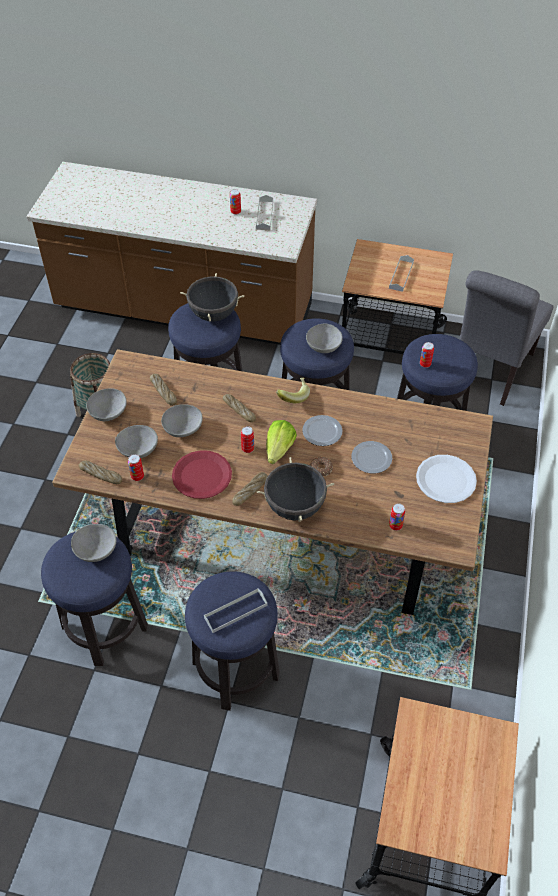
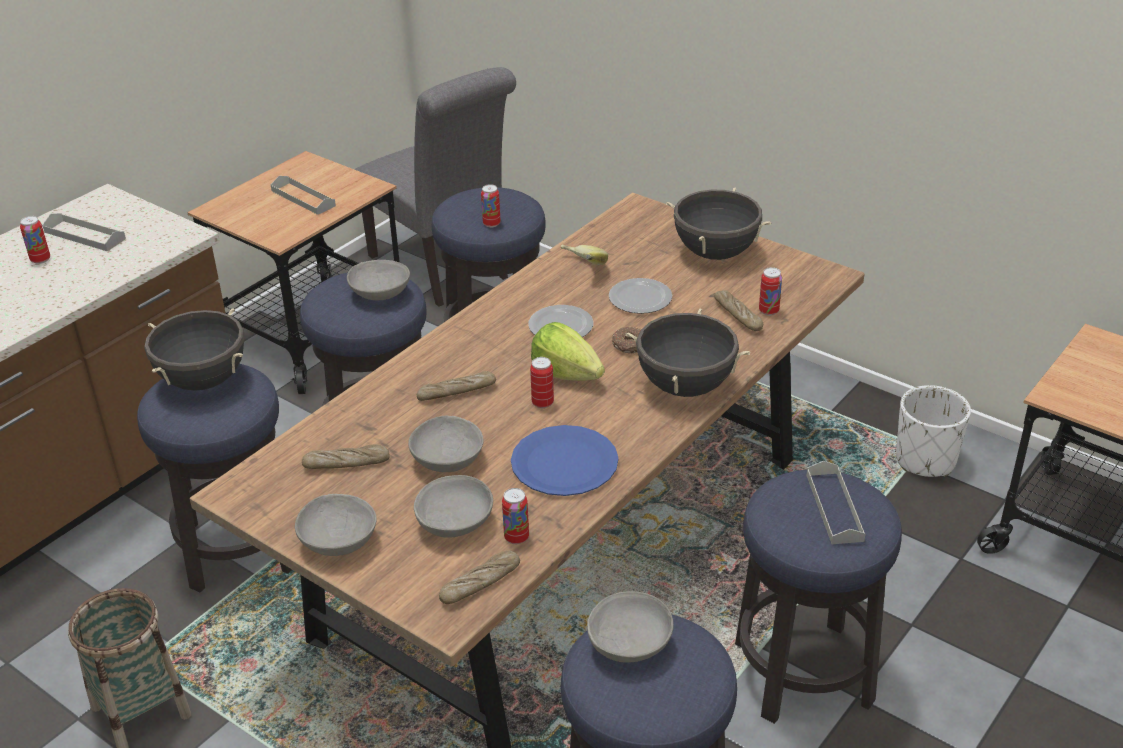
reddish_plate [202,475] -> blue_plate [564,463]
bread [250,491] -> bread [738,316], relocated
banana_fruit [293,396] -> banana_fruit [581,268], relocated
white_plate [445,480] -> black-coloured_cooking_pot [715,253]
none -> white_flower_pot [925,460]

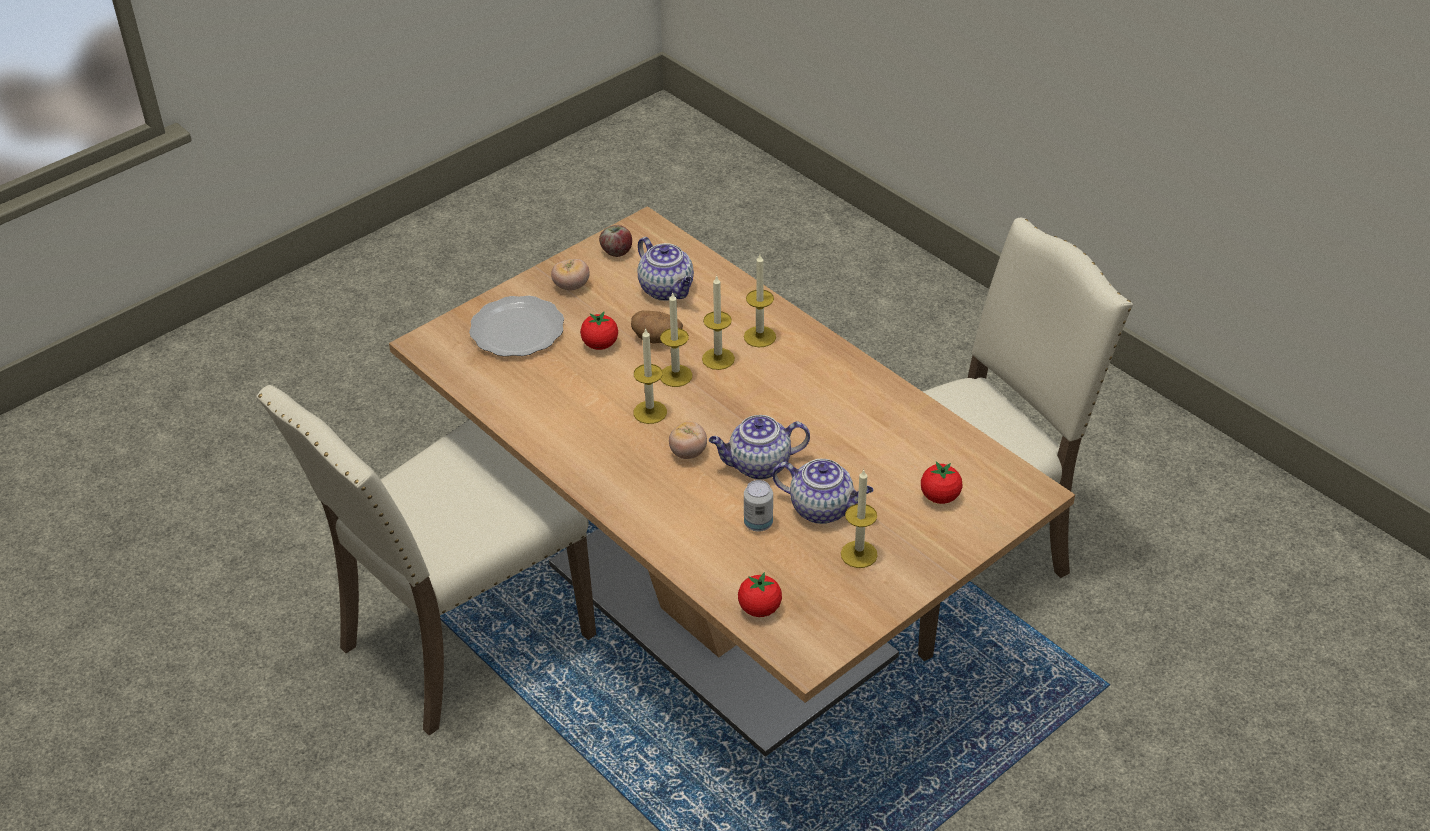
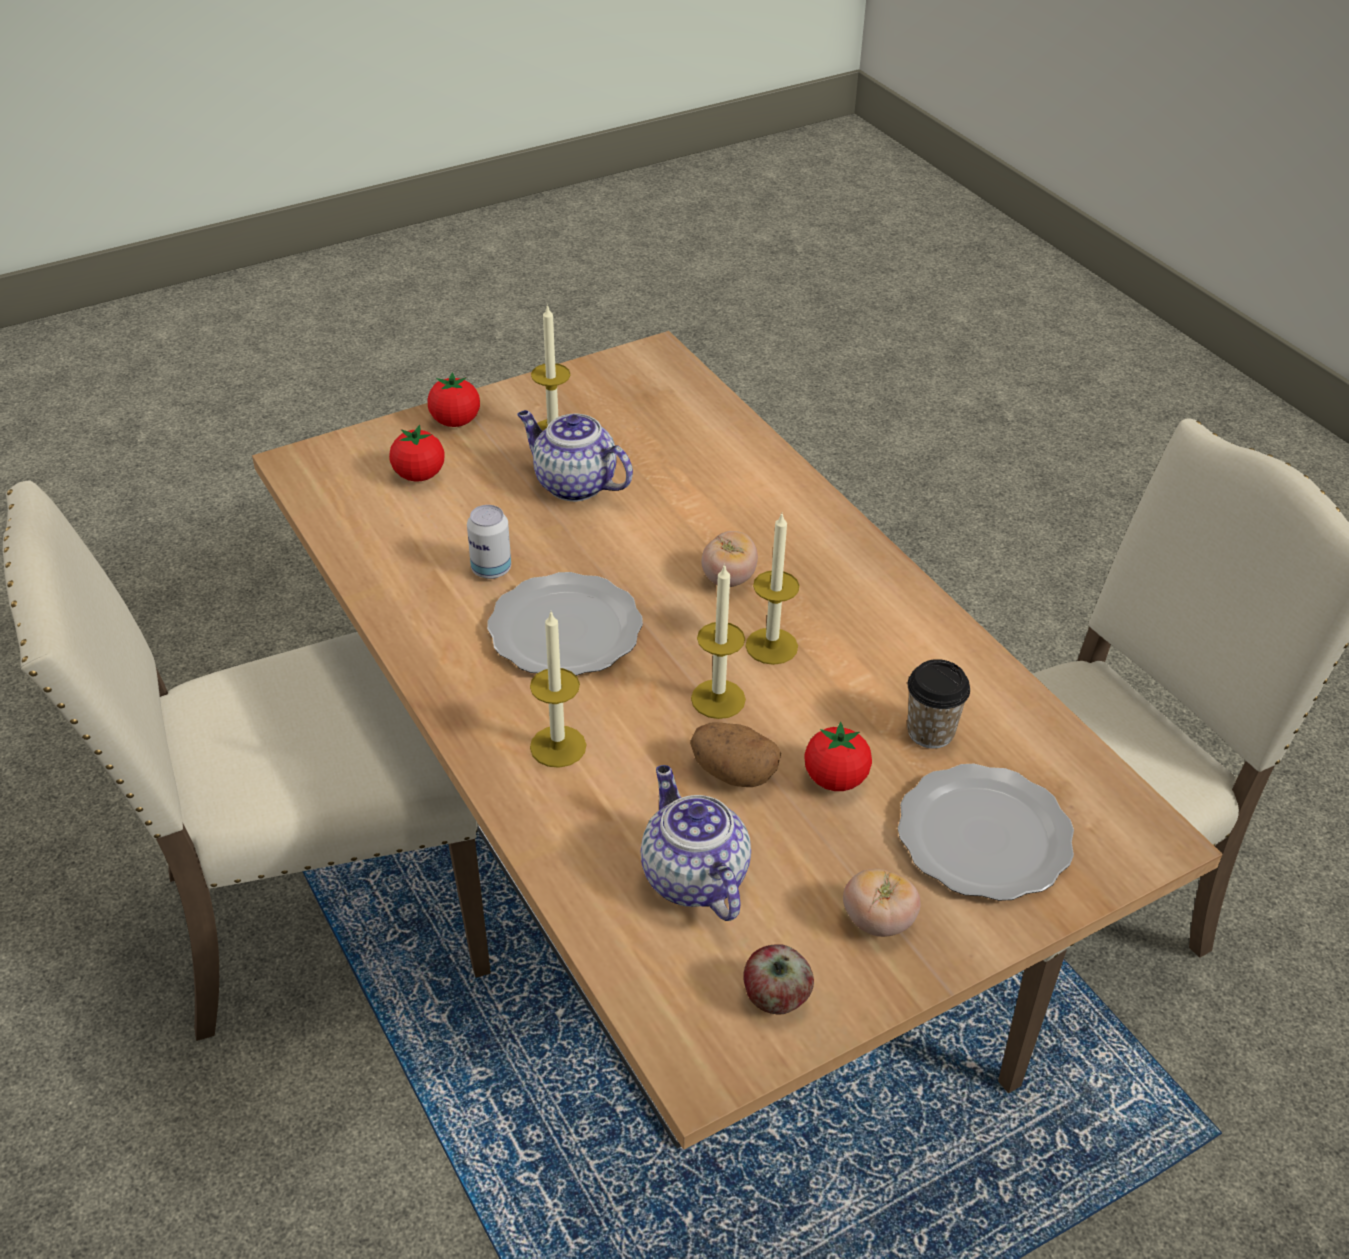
wax_light [718,359] -> none
tea_pot [758,466] -> none
fresh_tomato [759,609] -> fresh_tomato [455,421], relocated
can [758,523] -> can [491,569], relocated
none -> plate [567,629]
none -> small_cup [930,732]

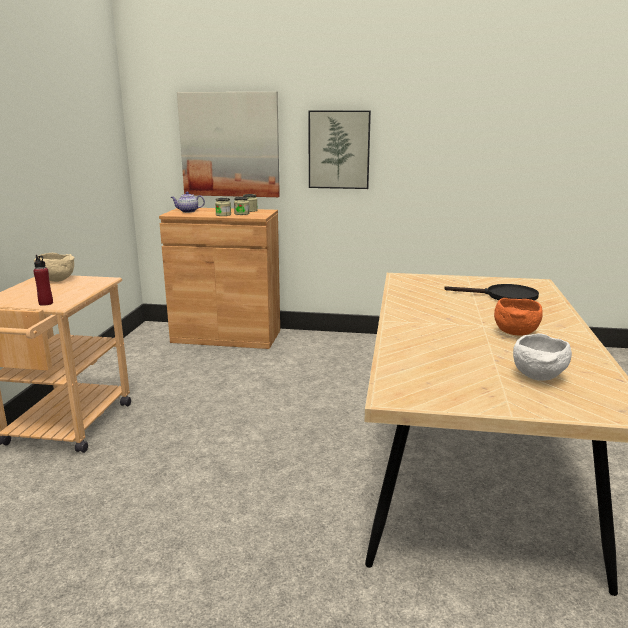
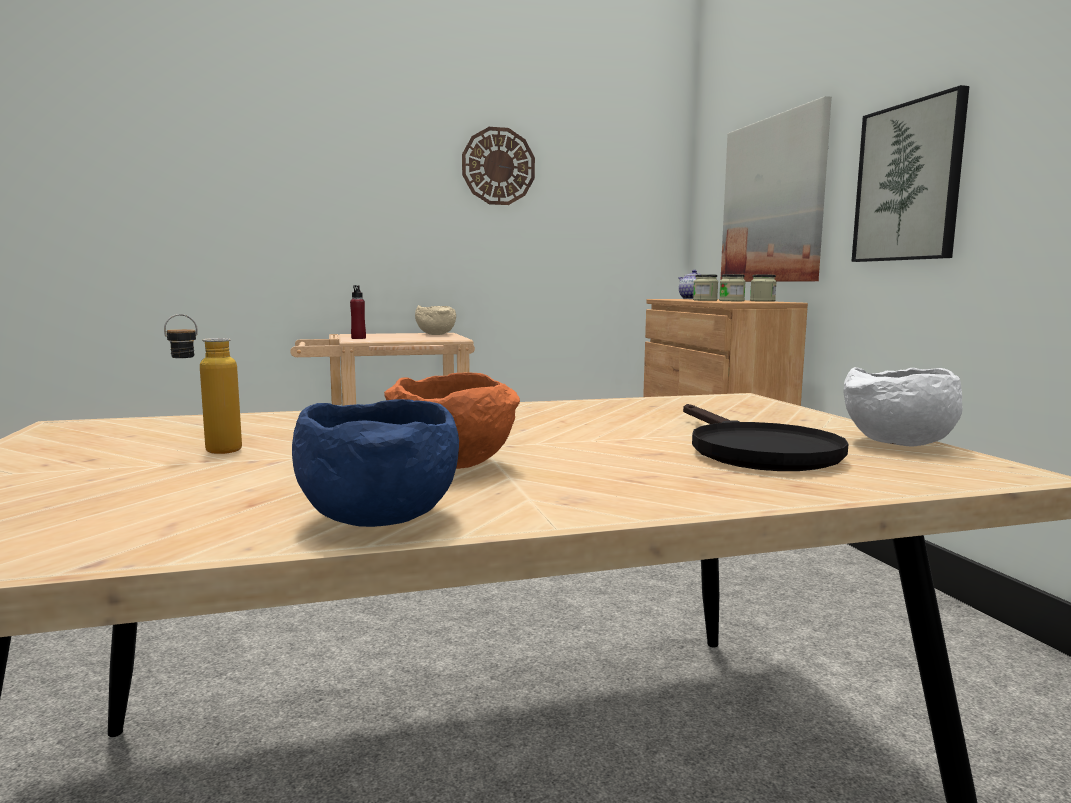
white_deep_dish [539,377] -> white_deep_dish [896,444], relocated
none -> beverage_bottle [208,452]
none -> blue_deep_dish [379,519]
none -> hanging_clock [498,166]

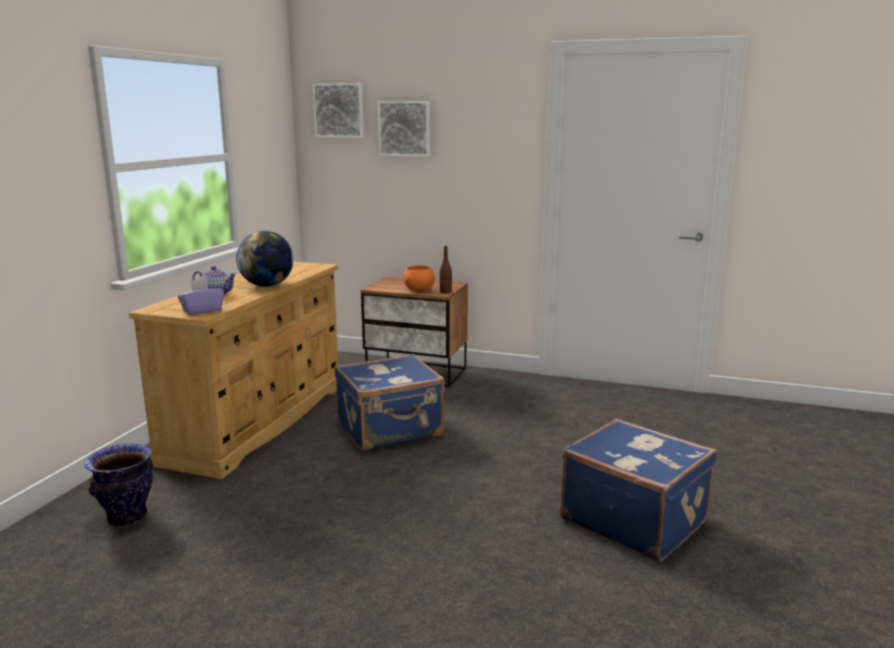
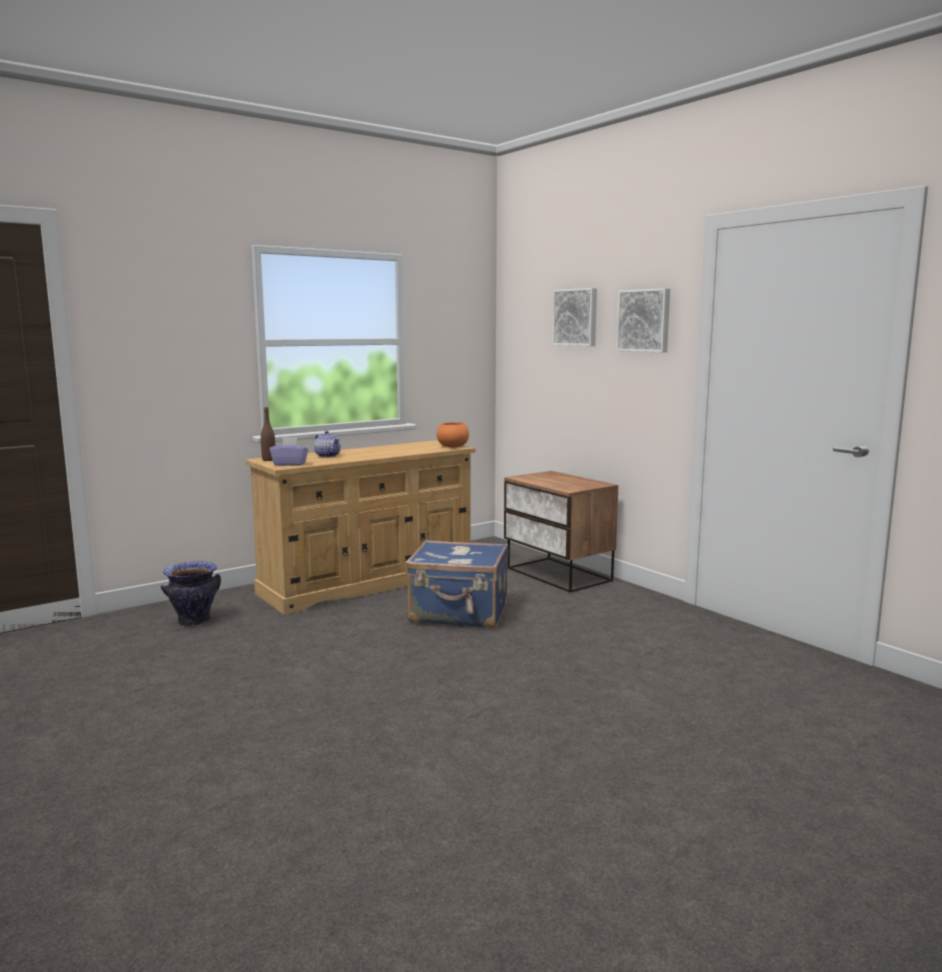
desk_globe [267,285] -> none
picture [339,110] -> picture [644,320], relocated
orangey_deep_dish [418,290] -> orangey_deep_dish [453,446], relocated
brownish_beverage_bottle [445,292] -> brownish_beverage_bottle [268,460], relocated
blue_travel_case [634,519] -> none

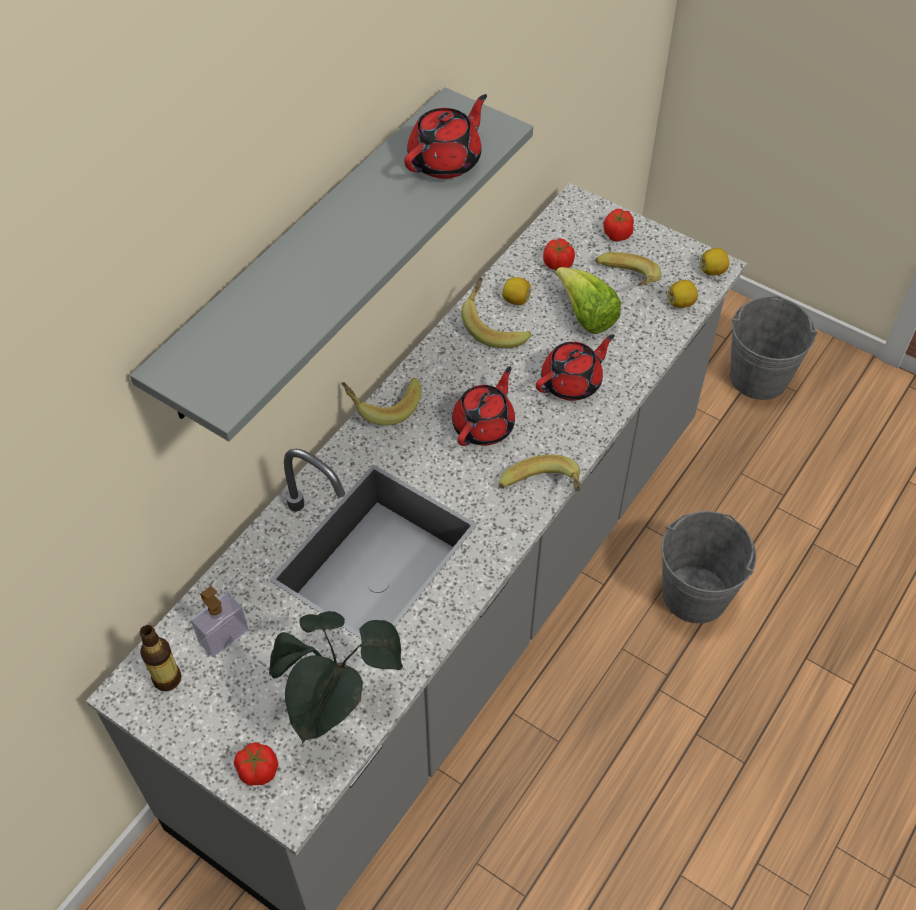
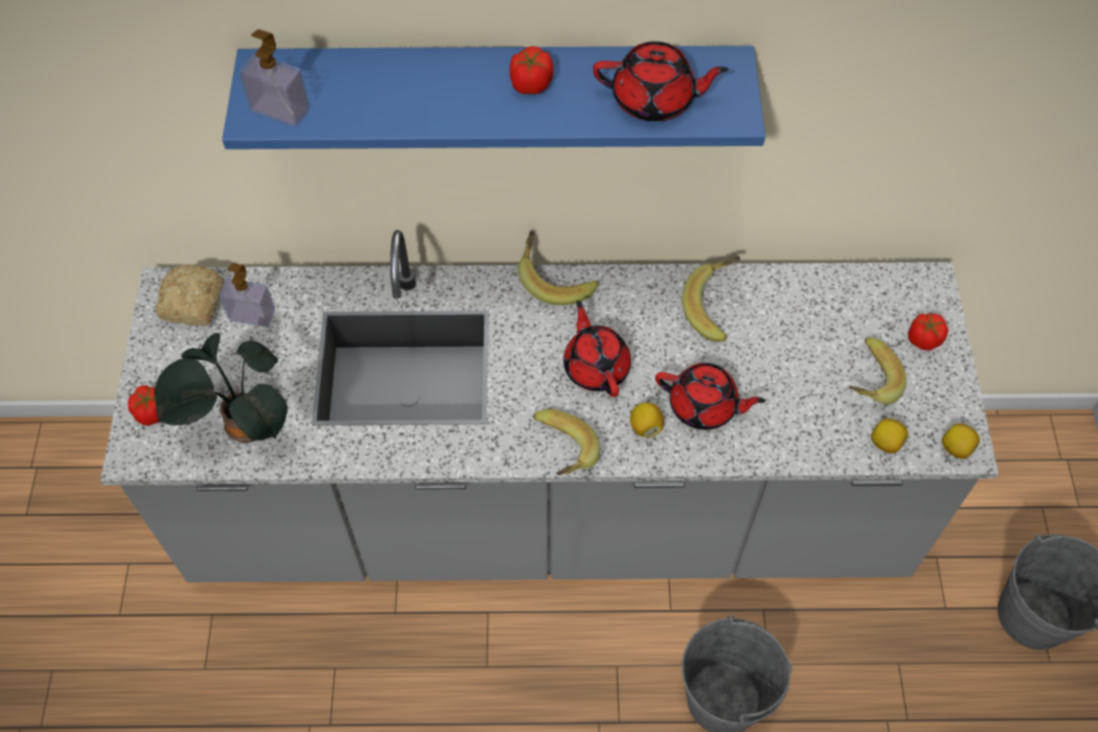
grey_wall_shelf [307,254] -> blue_wall_shelf [497,85]
beverage_bottle [167,679] -> bread [191,304]
reddish_tea_pot [484,425] -> reddish_tea_pot [596,366], 105 degrees counterclockwise
citrus_fruit [516,300] -> citrus_fruit [645,427], relocated
fresh_tomato [558,264] -> fresh_tomato [531,84], relocated
lettuce_head [586,315] -> none
none -> liquid_soap_bottle [280,110]

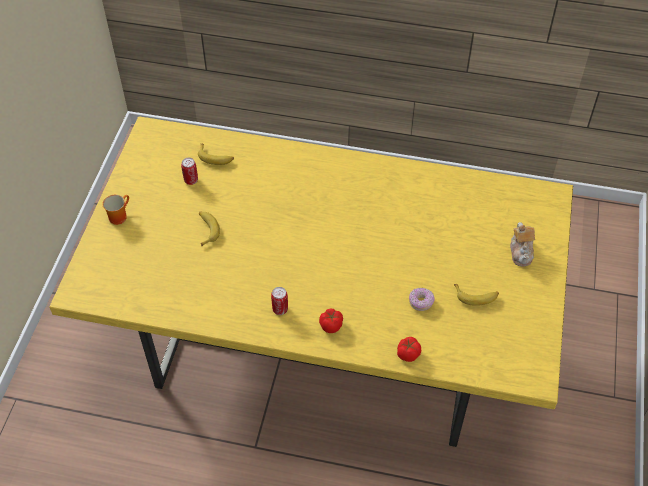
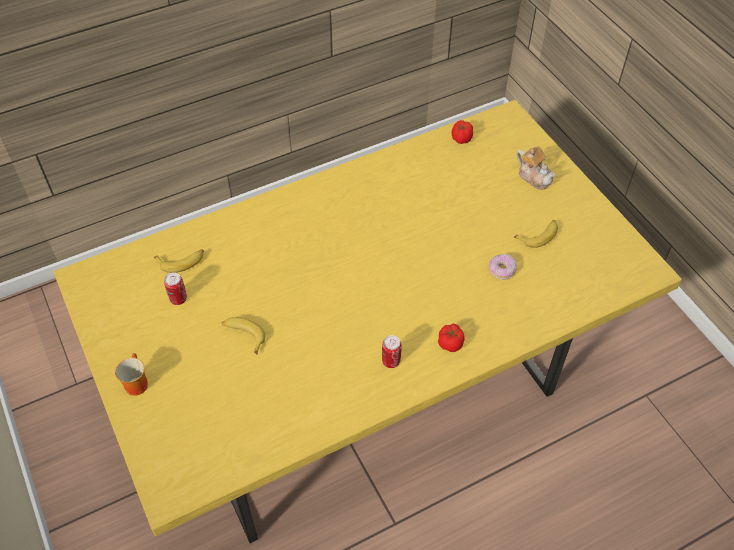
fresh_tomato [407,354] -> fresh_tomato [461,139], relocated

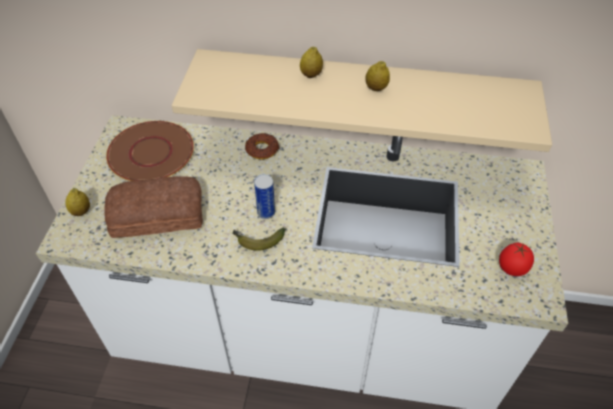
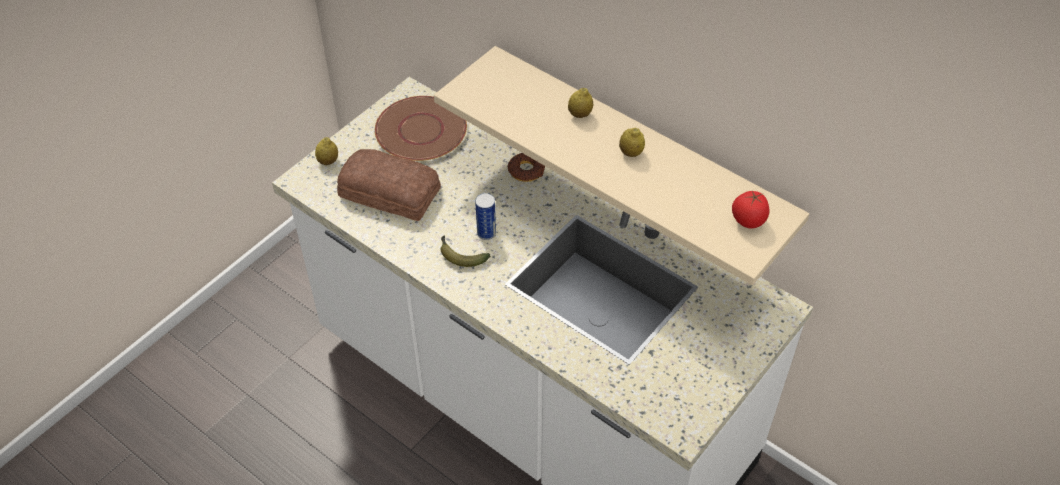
fresh_tomato [511,269] -> fresh_tomato [747,221], relocated

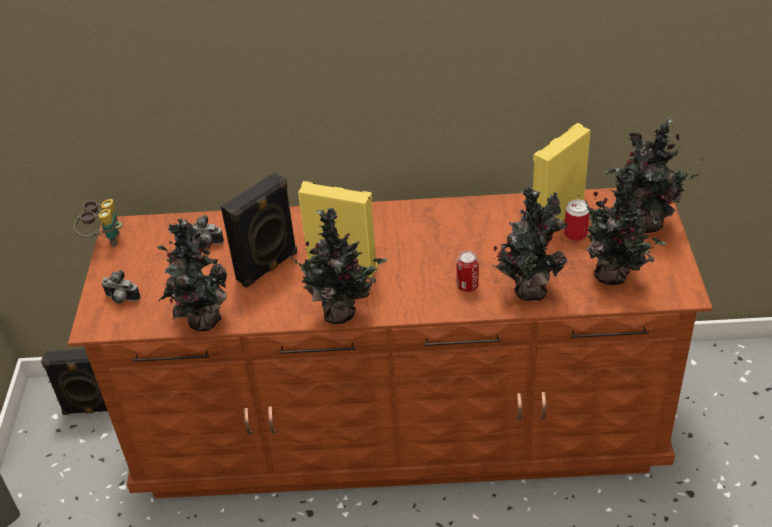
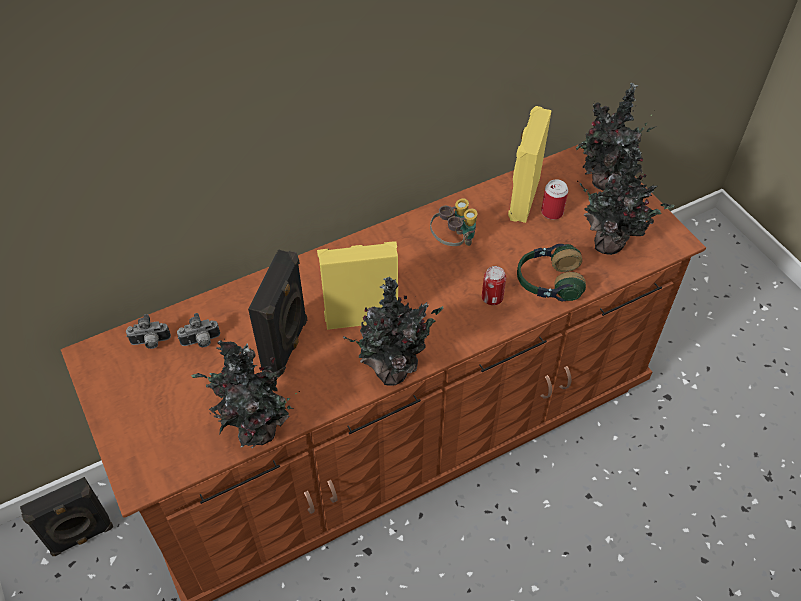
pair_of_binoculars [104,240] -> pair_of_binoculars [453,242], relocated
photo_camera [121,299] -> photo_camera [150,343], relocated
plant_in_a_pot [529,289] -> headset [548,282]

